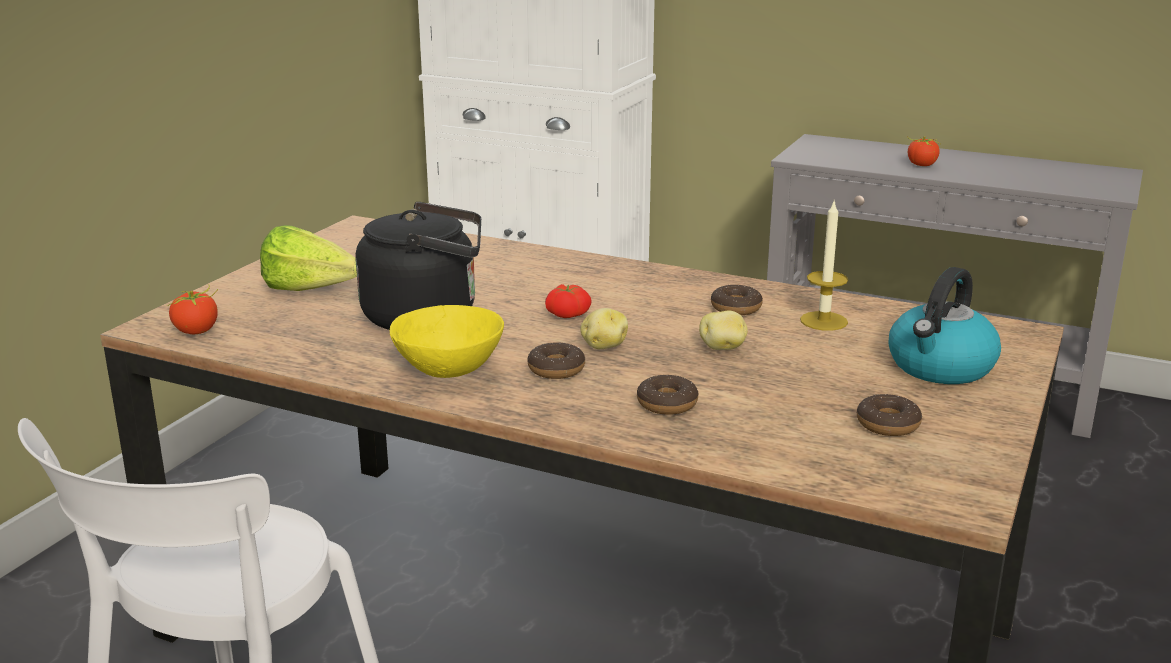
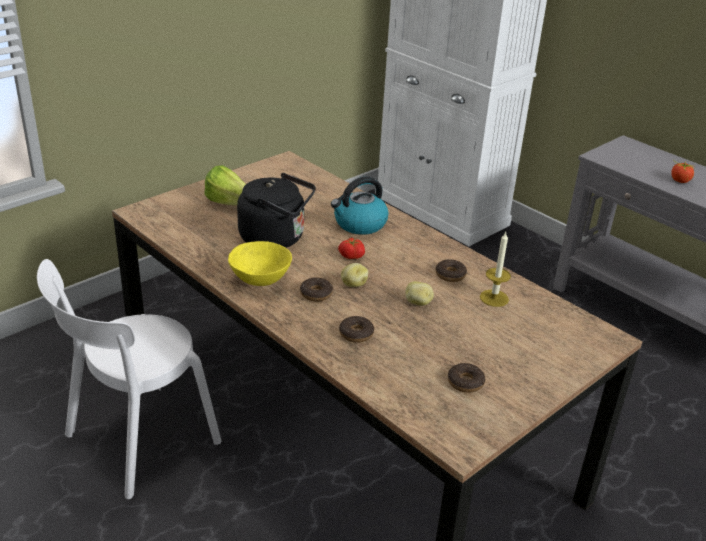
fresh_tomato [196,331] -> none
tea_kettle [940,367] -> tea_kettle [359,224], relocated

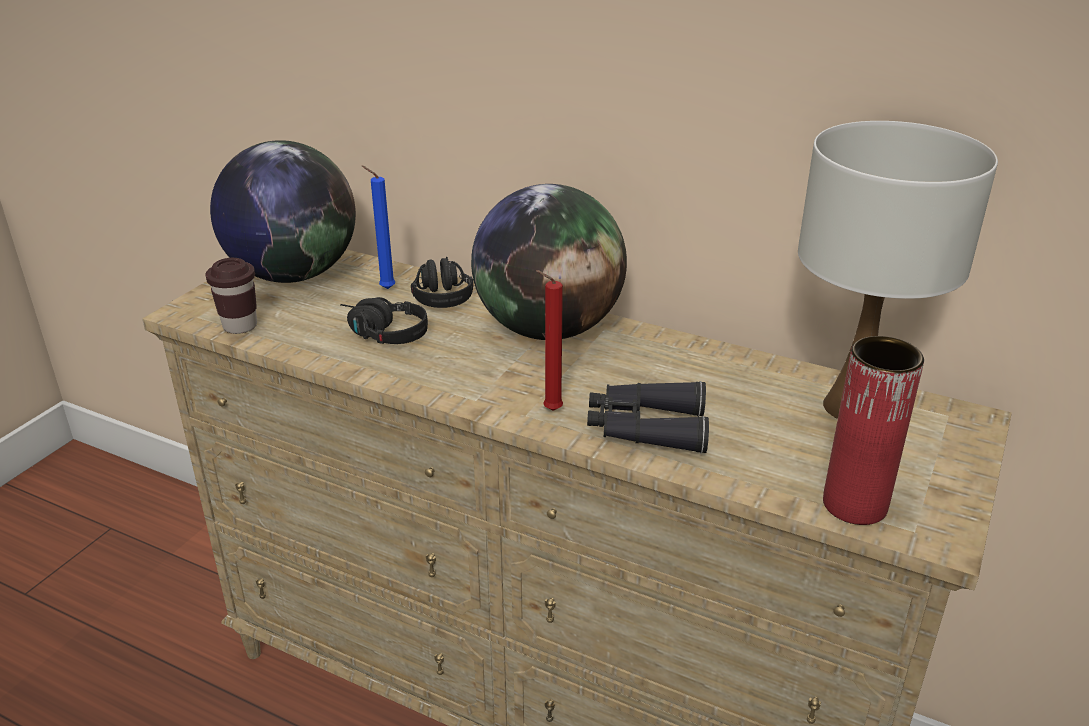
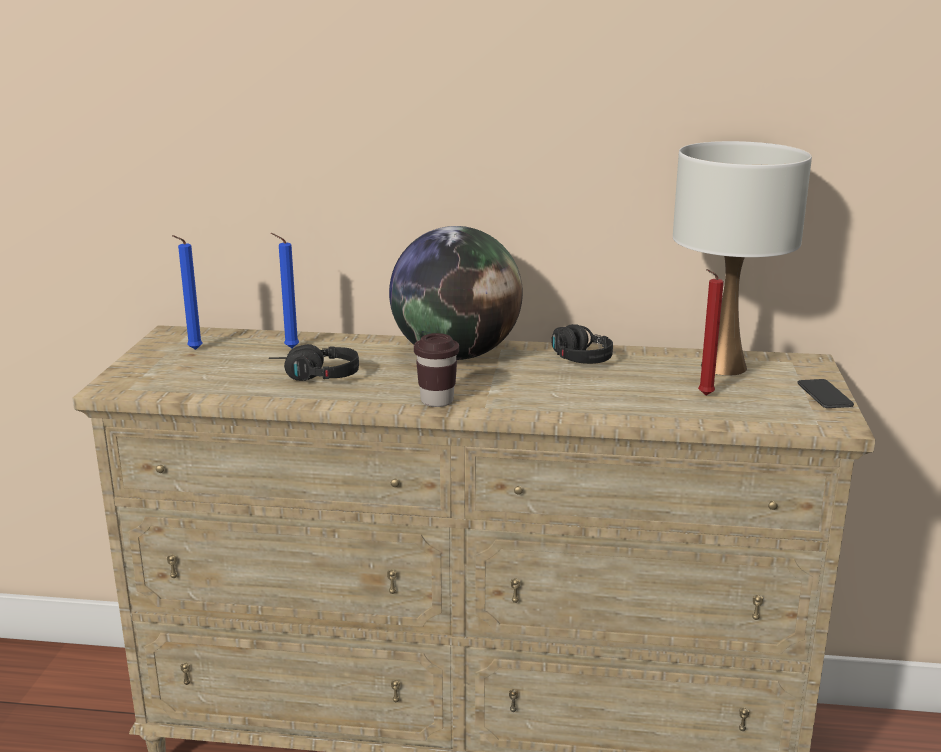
brownish_small_cup [240,326] -> brownish_small_cup [437,401], relocated
desk_globe [293,274] -> blue_wax_light [193,350]
black-coloured_headset [441,293] -> black-coloured_headset [574,356], relocated
reddish_wax_light [549,410] -> reddish_wax_light [703,396], relocated
black-coloured_pair_of_binoculars [645,428] -> none
reddish_decorative_vase [854,504] -> none
none -> phone [824,395]

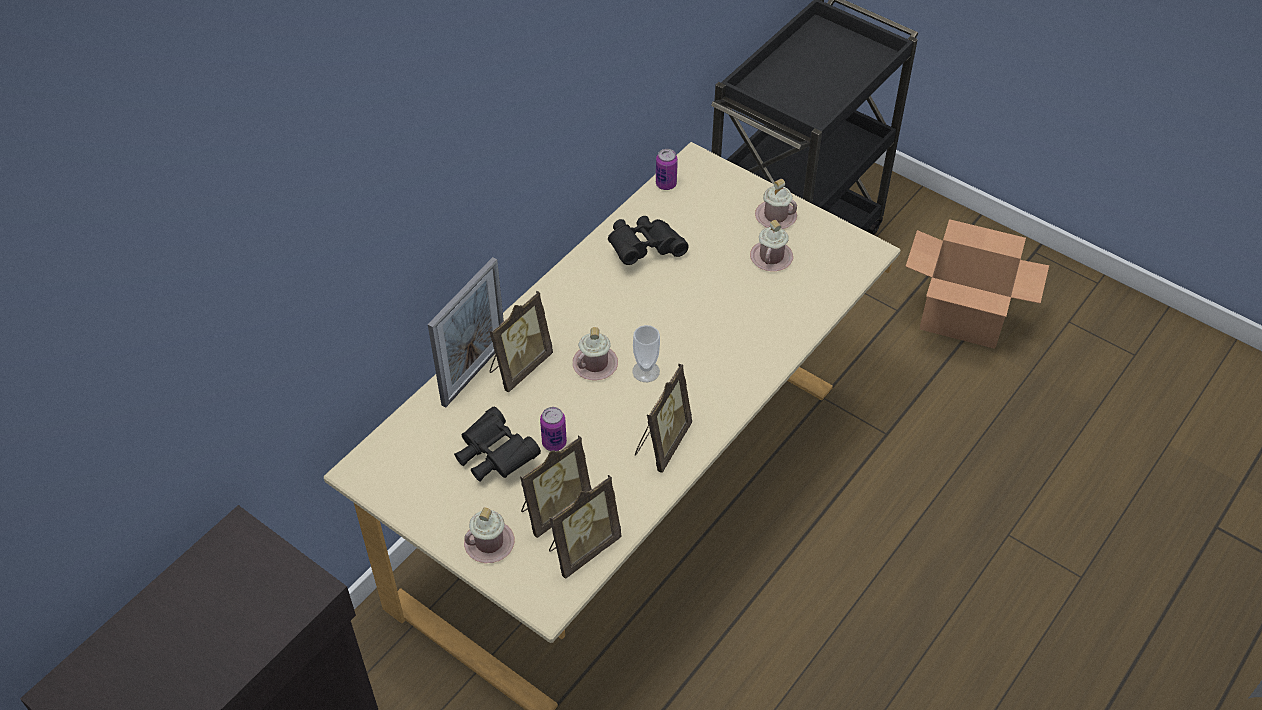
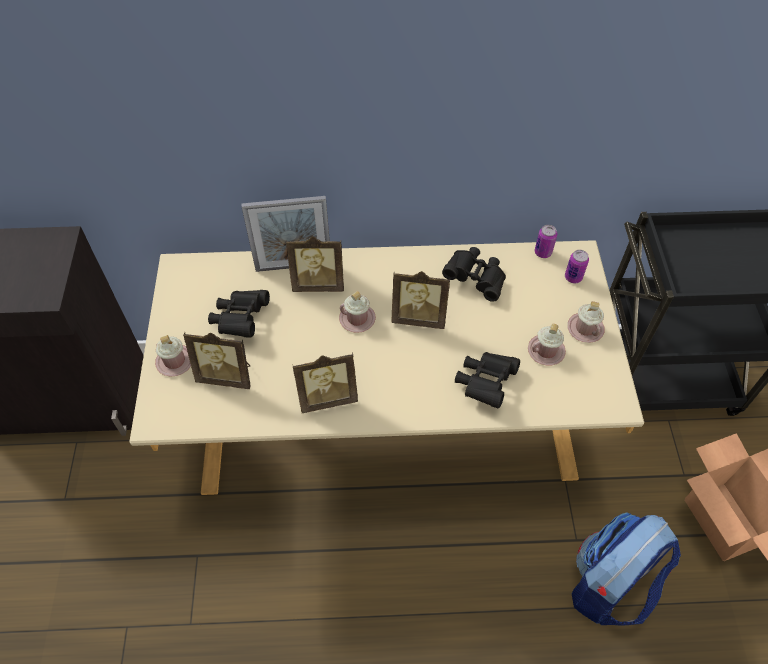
can [554,443] -> can [573,277], relocated
picture_frame [582,548] -> picture_frame [419,317], relocated
small_cup [646,371] -> none
none -> black-coloured_pair_of_binoculars [485,383]
none -> knapsack [609,586]

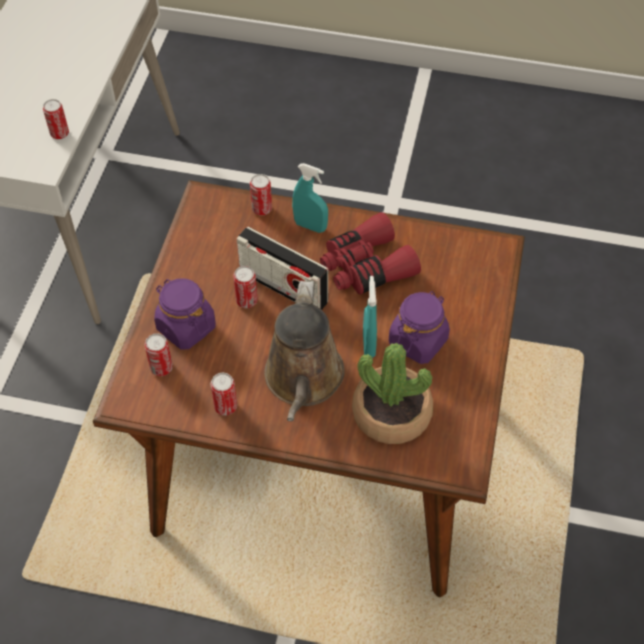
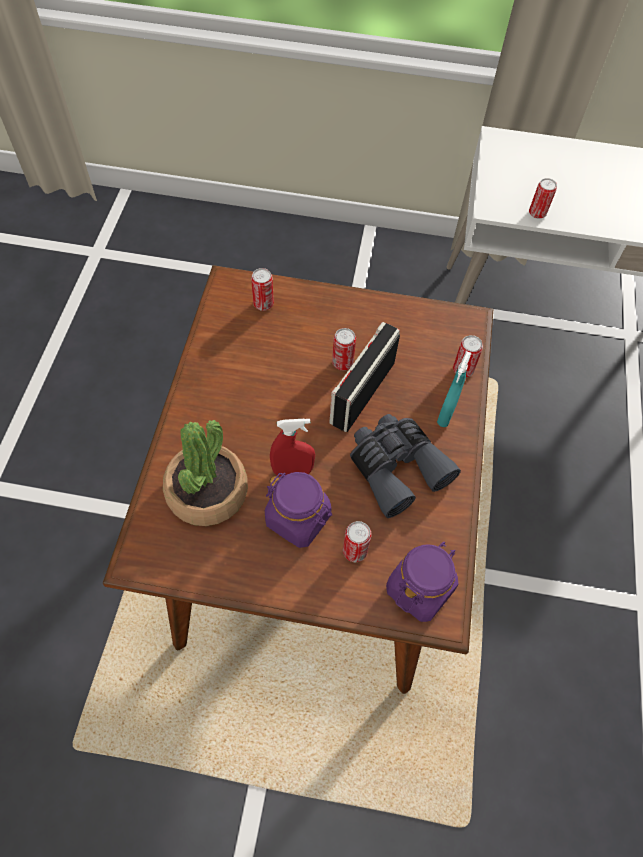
purplish_storage_jar [186,327] -> purplish_storage_jar [419,588], relocated
can [225,407] -> can [355,551], relocated
brownish_watering_can [303,380] -> none
reddish_pair_of_binoculars [365,267] -> grey_pair_of_binoculars [396,467]
turquoise-coloured_sprayer [369,344] -> reddish_sprayer [292,471]

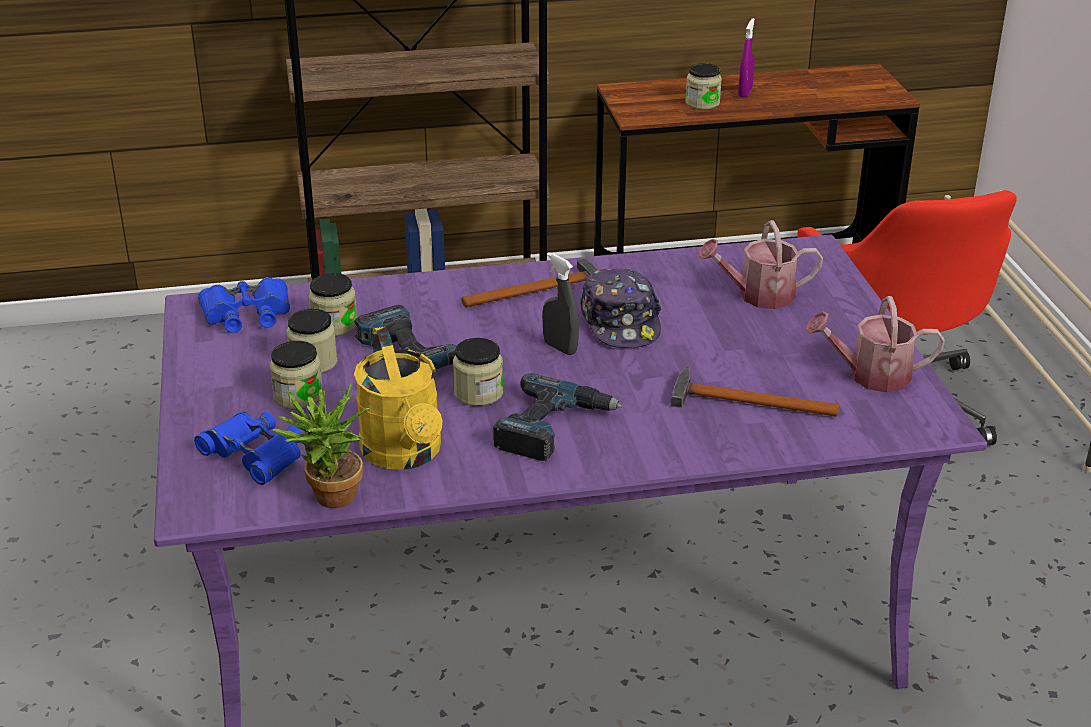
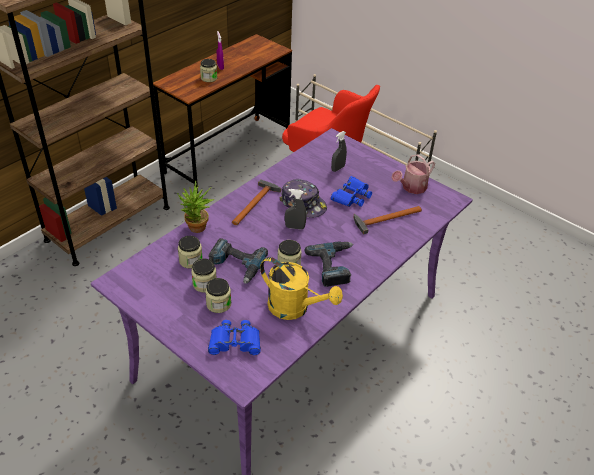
blue_pair_of_binoculars [247,313] -> blue_pair_of_binoculars [351,196], relocated
plant_in_a_pot [329,500] -> plant_in_a_pot [197,230], relocated
watering_can [758,295] -> grey_sprayer [338,168]

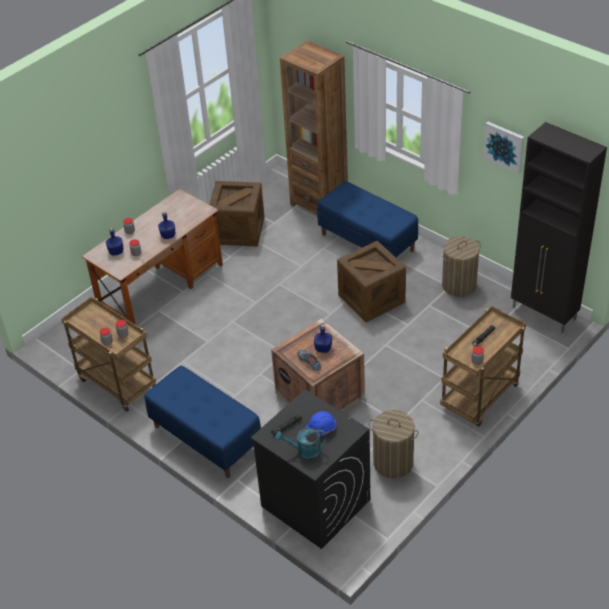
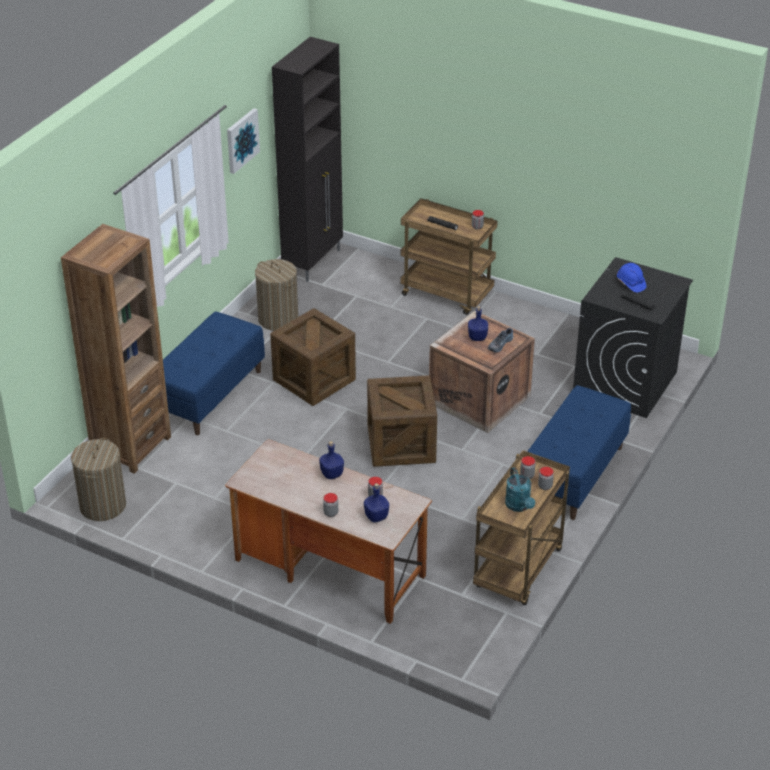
shipping_crate [238,231] -> shipping_crate [401,444], relocated
turquoise-coloured_watering_can [304,452] -> turquoise-coloured_watering_can [519,506], relocated
hamper [393,463] -> hamper [103,506], relocated

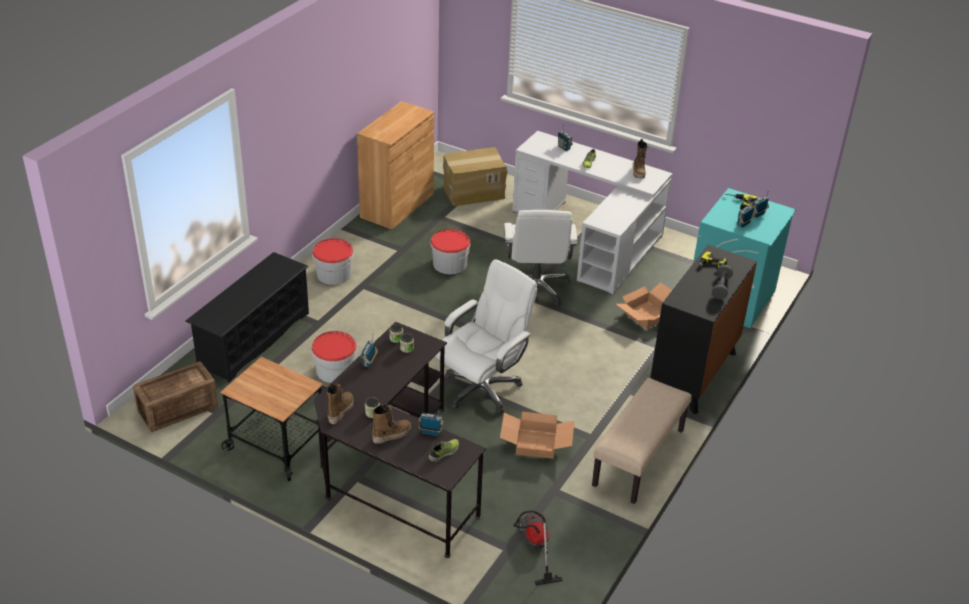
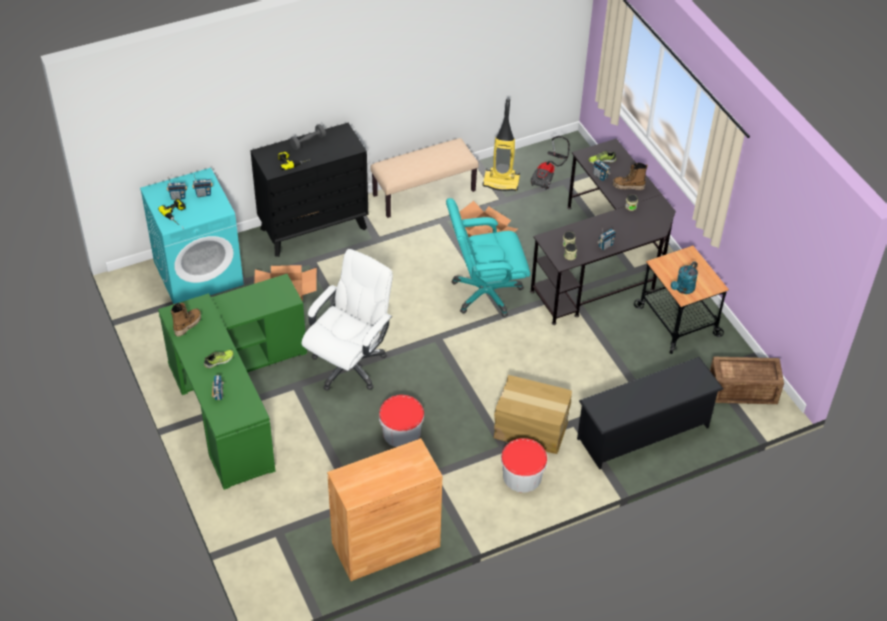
pail [335,370] -> none
boot [340,411] -> none
white_computer_chair [482,388] -> turquoise-coloured_computer_chair [485,293]
carton [473,192] -> carton [530,429], relocated
white_desk_unit [593,236] -> green-coloured_desk_unit [233,396]
none -> vacuum [501,182]
none -> turquoise-coloured_watering_can [683,289]

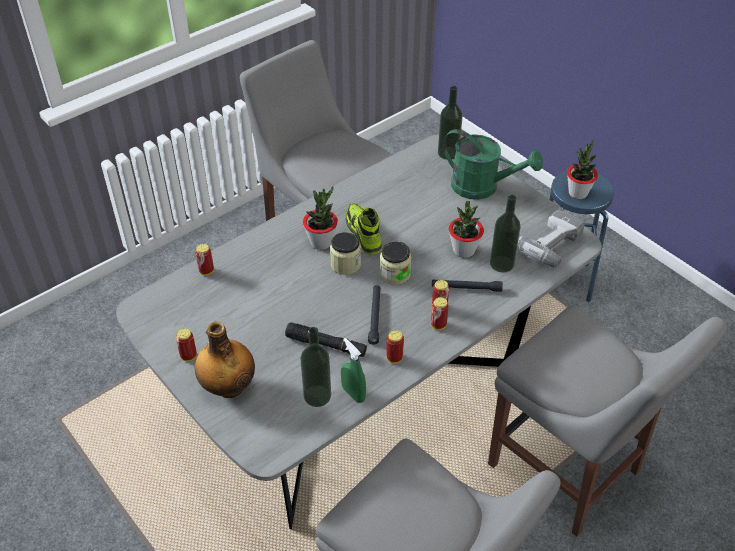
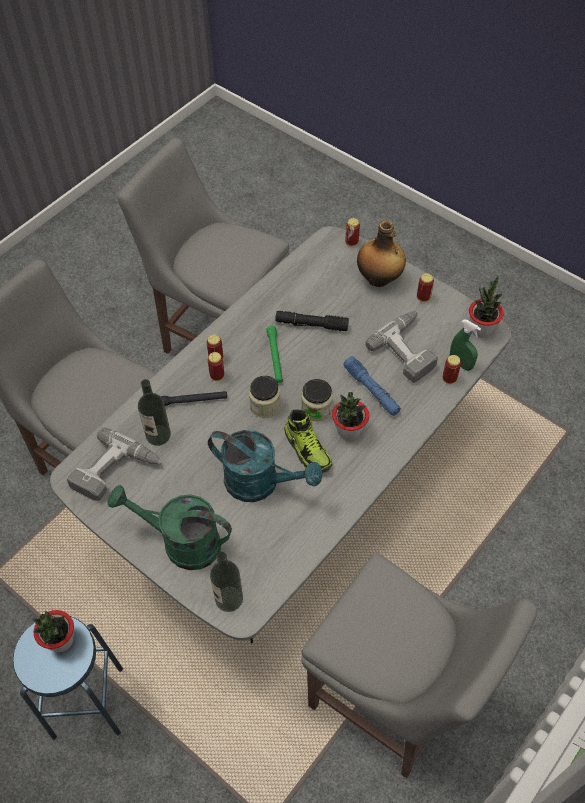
beverage_bottle [317,396] -> none
green-coloured_sprayer [353,394] -> green-coloured_sprayer [460,364], relocated
black-coloured_torch [375,317] -> green-coloured_torch [275,357]
can [394,358] -> can [351,242], relocated
plant_in_a_pot [463,250] -> plant_in_a_pot [481,329], relocated
none -> turquoise-coloured_watering_can [261,483]
none -> blue_torch [371,390]
none -> drill [409,349]

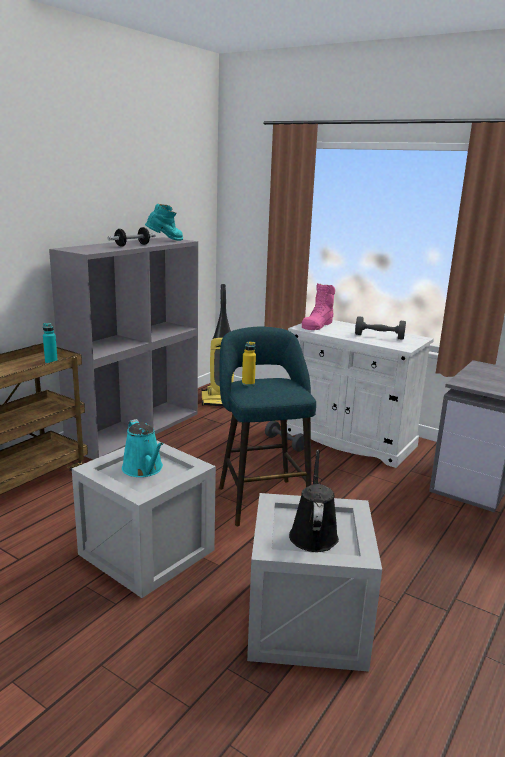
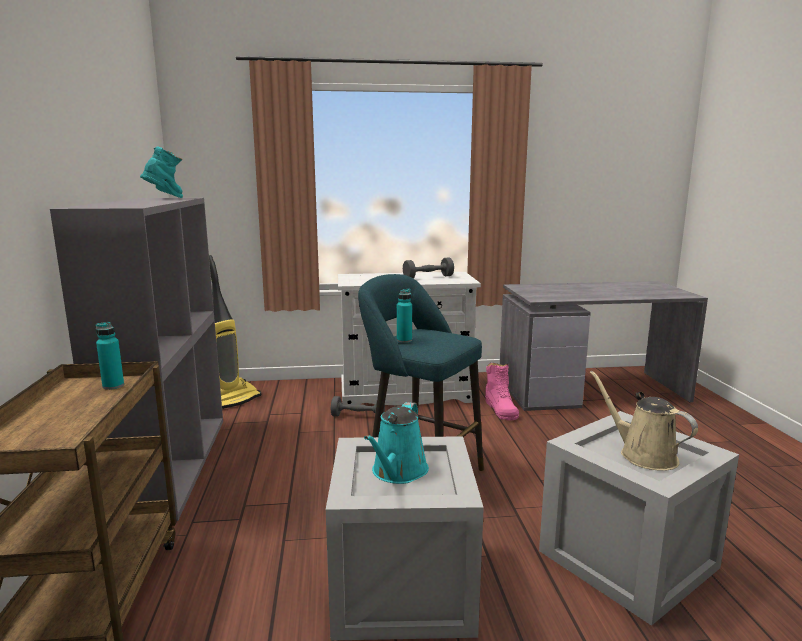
dumbbell [132,245] -> none
turquoise-coloured_watering_can [144,469] -> turquoise-coloured_watering_can [398,472], 90 degrees clockwise
yellow_beverage_bottle [248,383] -> turquoise-coloured_beverage_bottle [404,340]
black-coloured_watering_can [313,534] -> sand-coloured_watering_can [643,455]
pink_boot [317,325] -> pink_boot [500,409], relocated

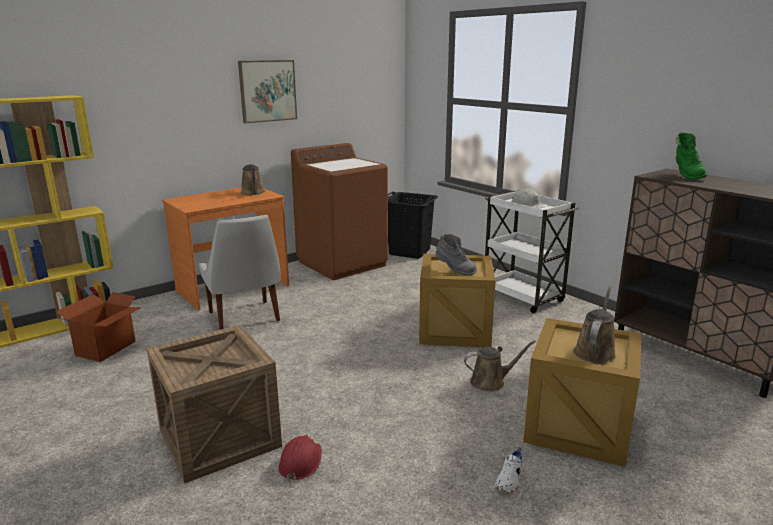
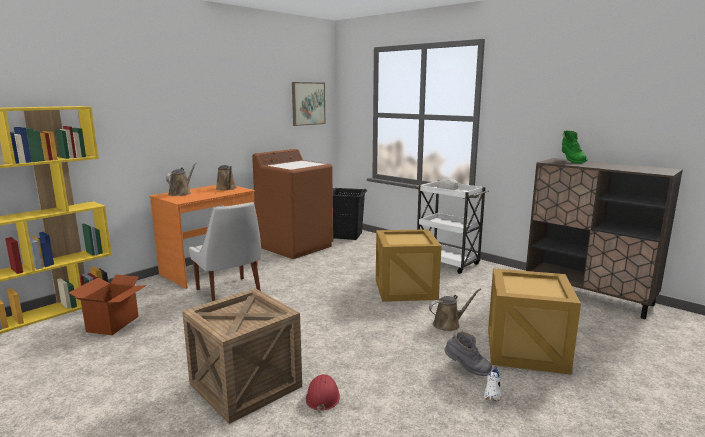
picture [267,91] -> picture [308,103], relocated
grey_boot [454,271] -> grey_boot [467,369], relocated
brownish_watering_can [595,351] -> brownish_watering_can [181,193], relocated

